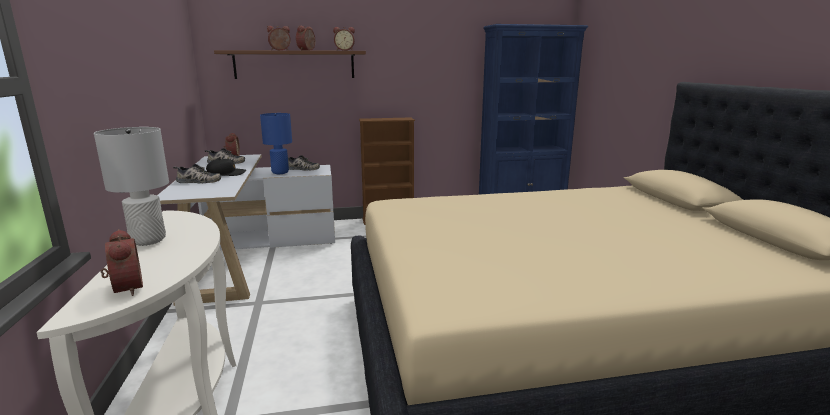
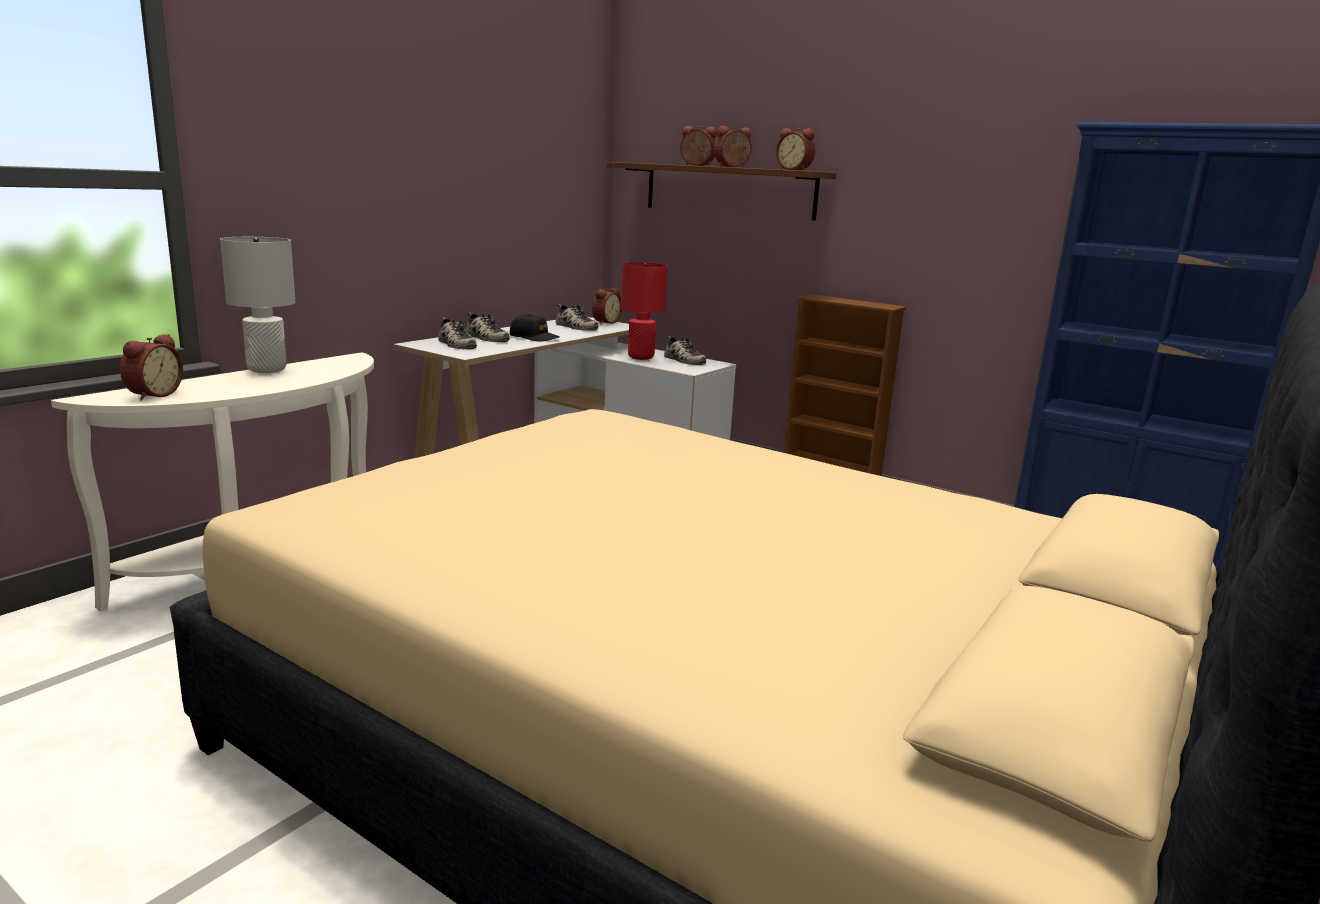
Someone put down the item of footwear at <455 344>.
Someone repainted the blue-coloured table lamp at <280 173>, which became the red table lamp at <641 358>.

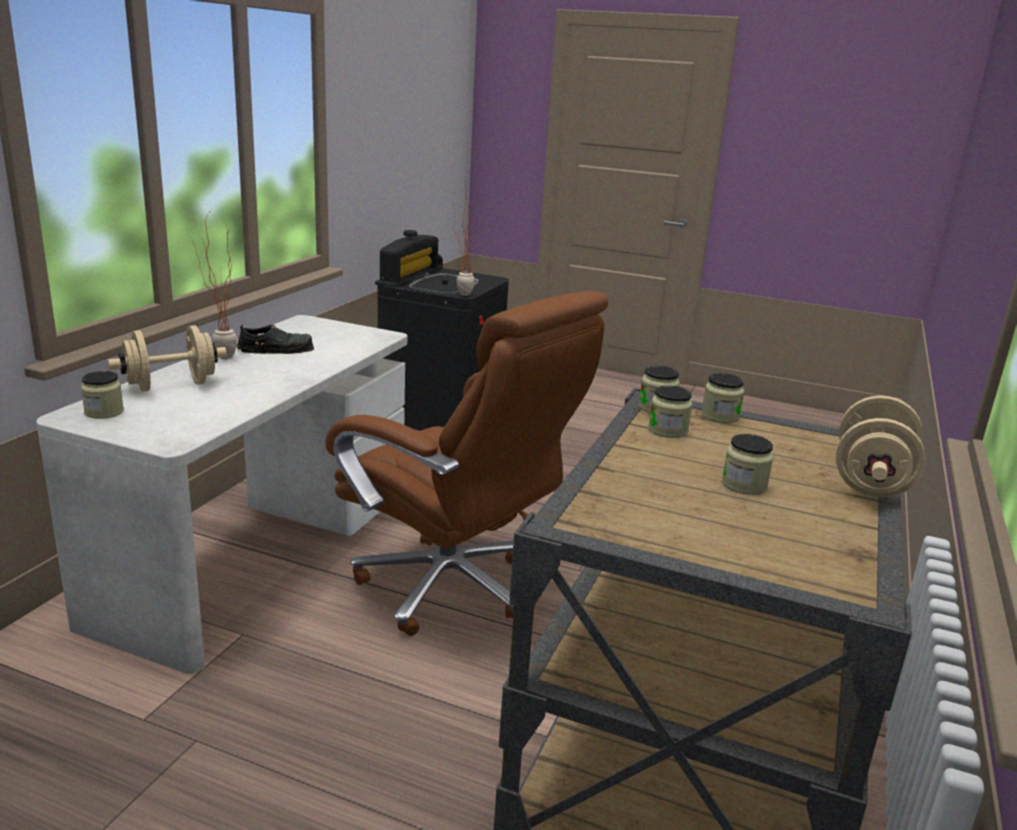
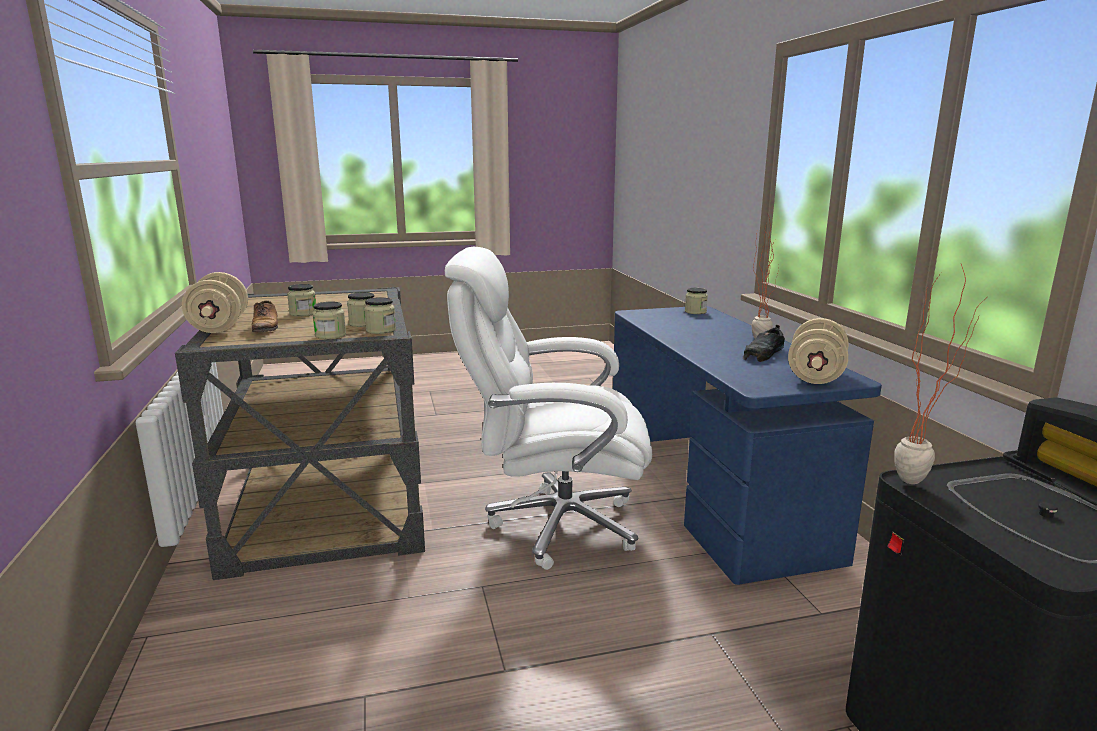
Someone put down the item of footwear at <266 328>.
Someone carried the sand-coloured free weight from <171 386> to <815 376>.
Someone repainted the whitish desk unit at <260 550>, which became the blue-coloured desk unit at <712 494>.
Someone repainted the brown-coloured computer chair at <455 590>, which became the whitish computer chair at <555 526>.

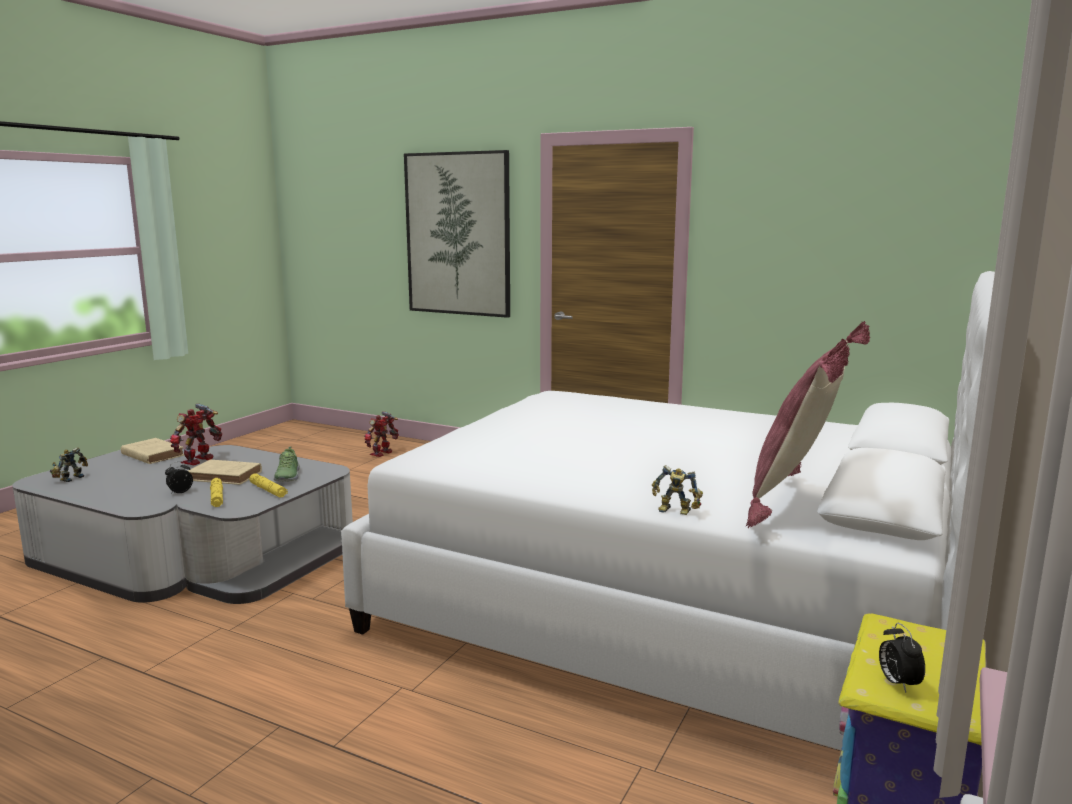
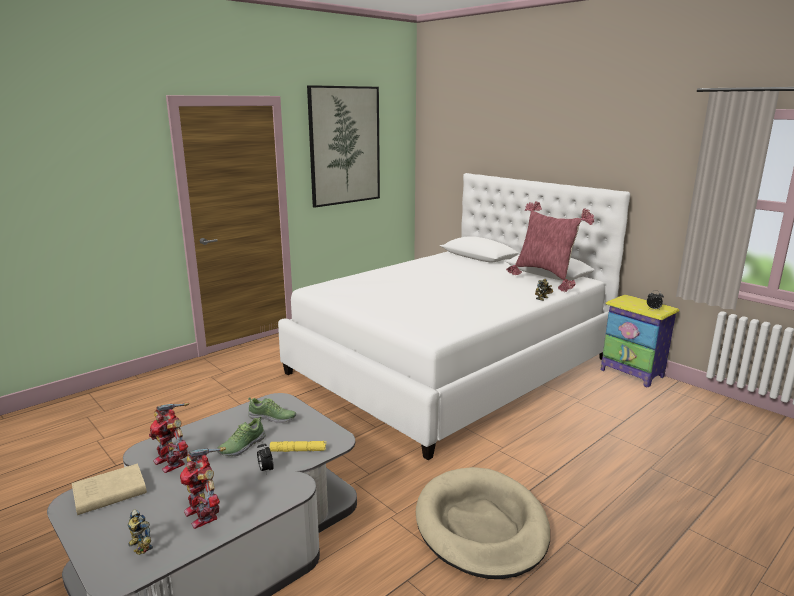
Someone took away the yellowish flashlight at <268 490>.
Someone put down the sand-coloured pet bed at <481 526>.
Someone carried the model robot from <382 453> to <203 514>.
Someone carried the picture from <458 234> to <345 146>.
Someone swapped the sand-coloured book at <227 476> for the item of footwear at <241 446>.

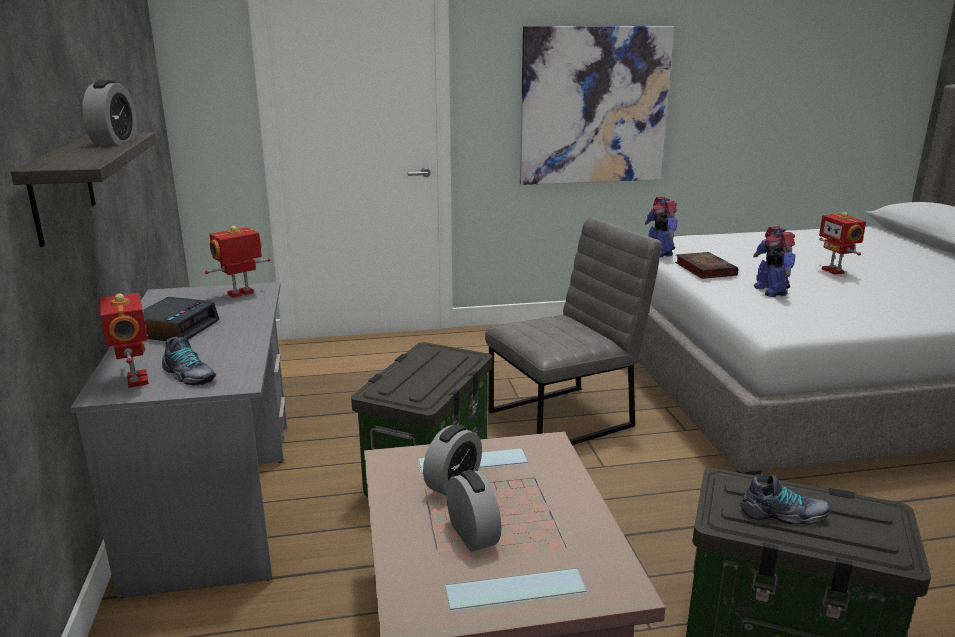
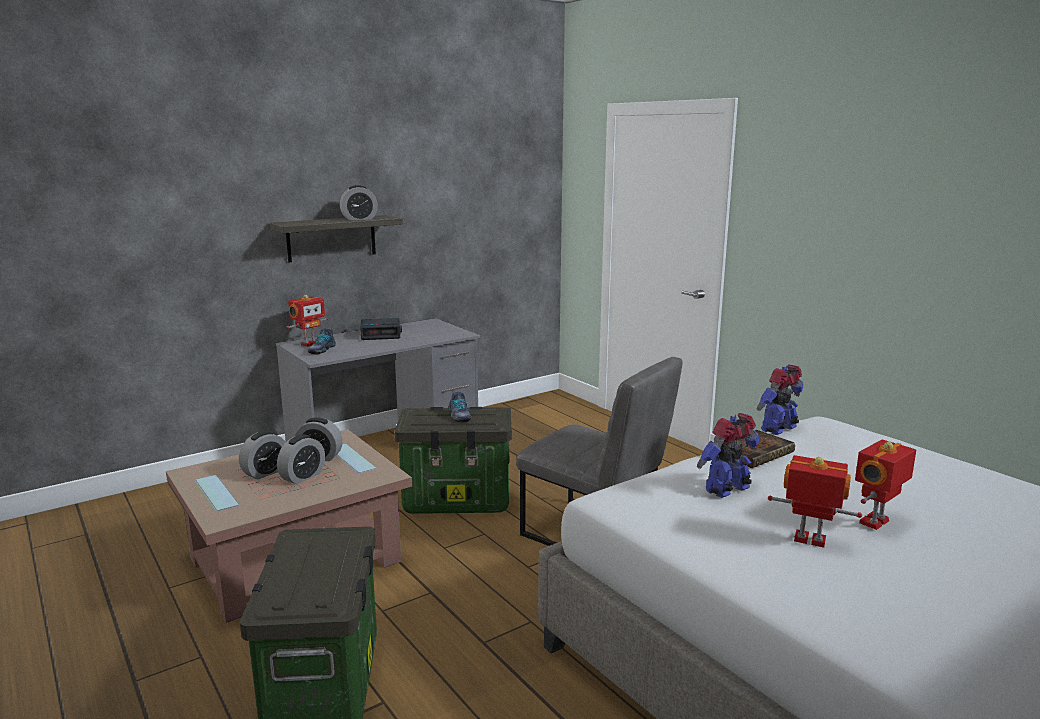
Someone took away the picture at <594 106>.
Someone put down the bedside clock at <302 477>.
Someone carried the model robot from <241 294> to <809 541>.
Someone carried the item of footwear from <784 515> to <459 416>.

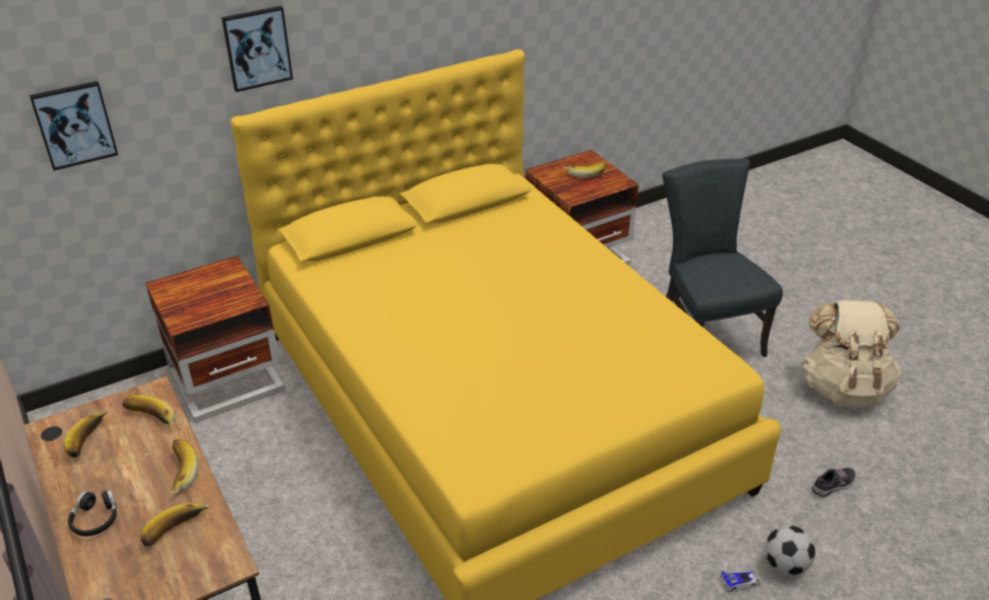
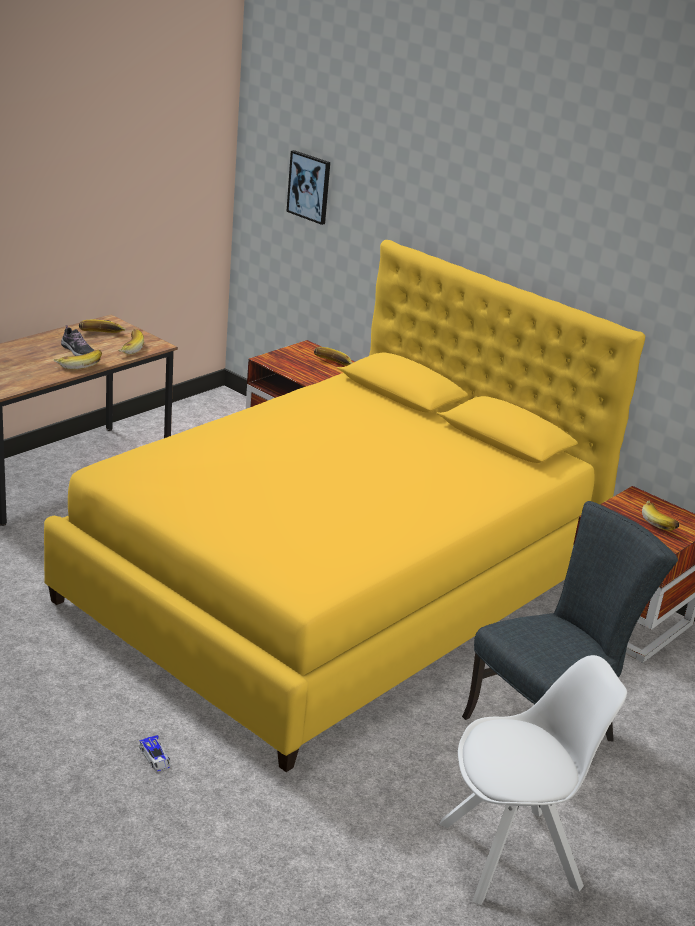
Someone took away the blackish headphones at <95 519>.
Someone took away the picture at <257 48>.
Someone took away the ball for football at <784 565>.
Someone carried the banana fruit from <177 532> to <332 364>.
Someone carried the item of footwear from <833 485> to <77 351>.
Someone swapped the sand-coloured rucksack at <843 387> for the whitish chair at <512 855>.

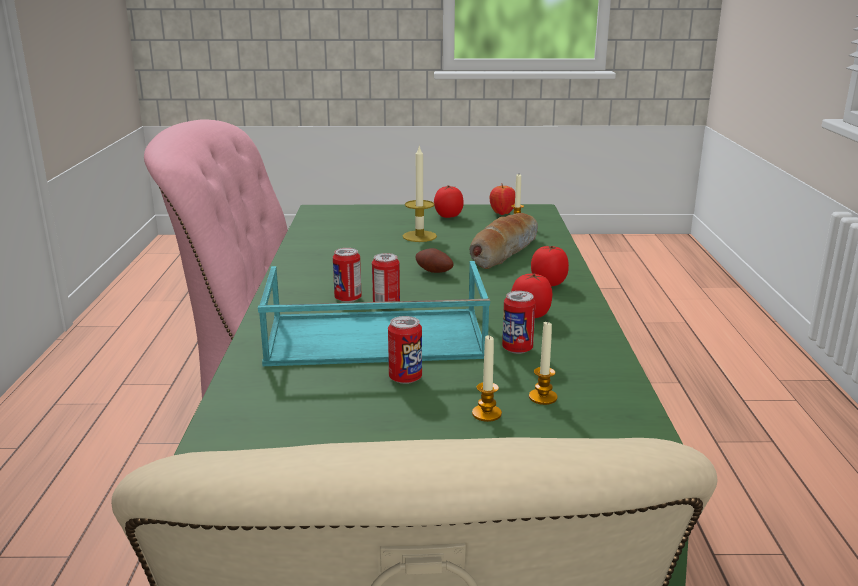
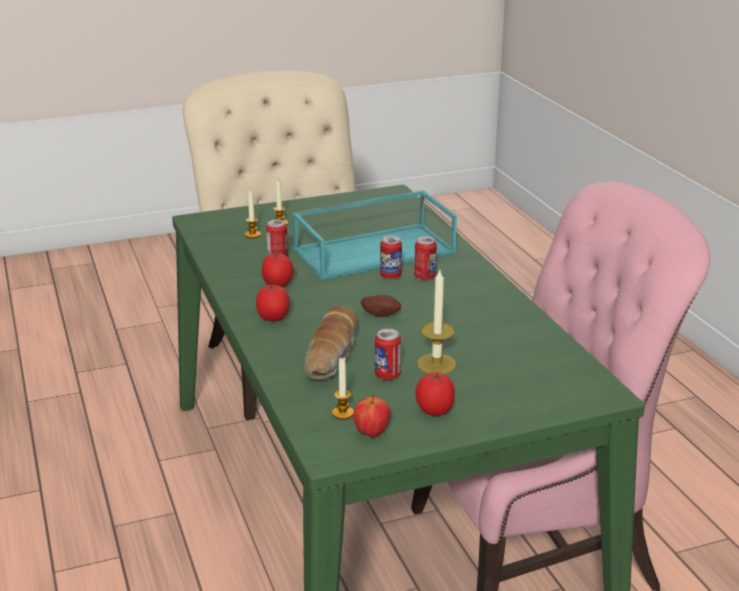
Someone carried the can from <405 378> to <387 375>.

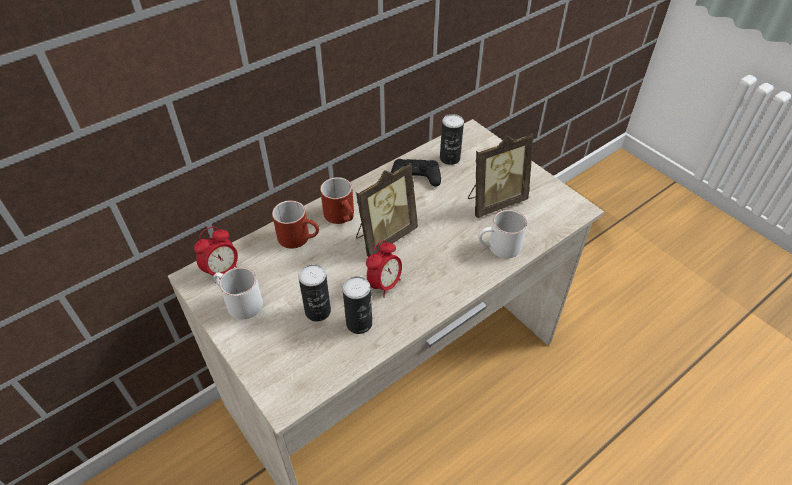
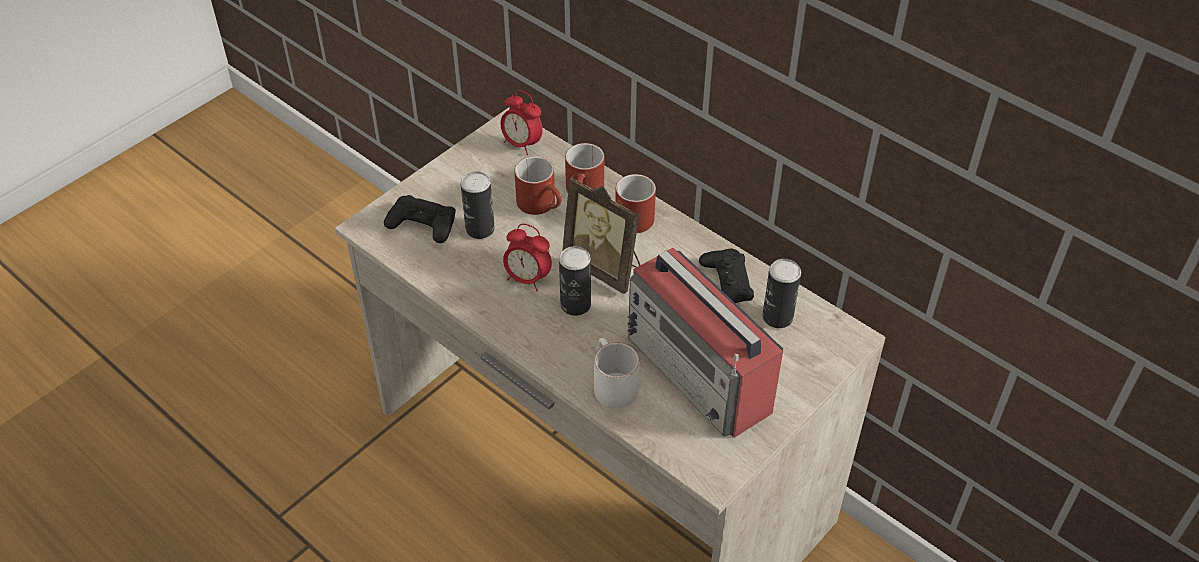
Someone took away the whitish mug at <238 303>.
Someone put down the blackish game controller at <422 224>.
Someone put down the red mug at <542 204>.
Someone carried the can from <359 323> to <575 304>.
Someone swapped the picture frame at <494 201> for the radio set at <700 374>.

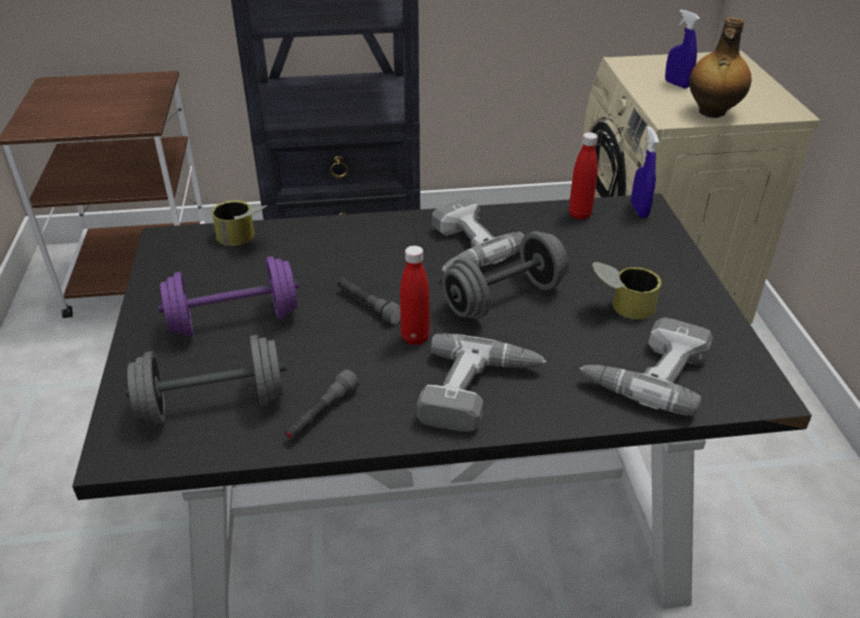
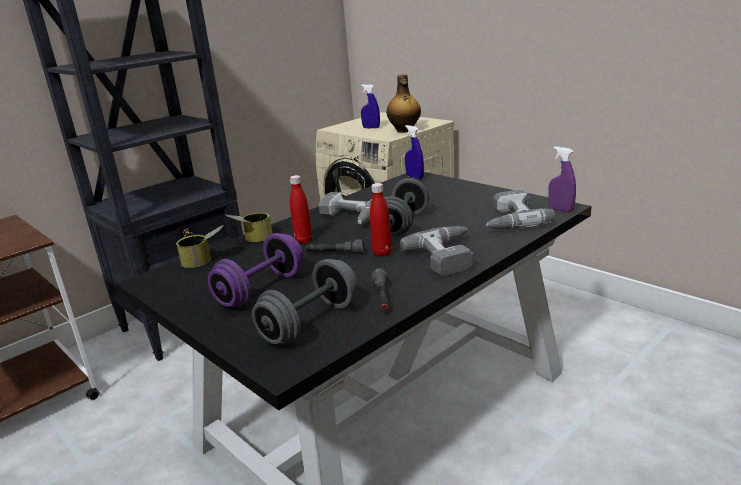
Someone put down the purple spray bottle at <561 209>.
Someone carried the red bottle from <579 214> to <303 241>.
Someone carried the can from <620 307> to <251 239>.

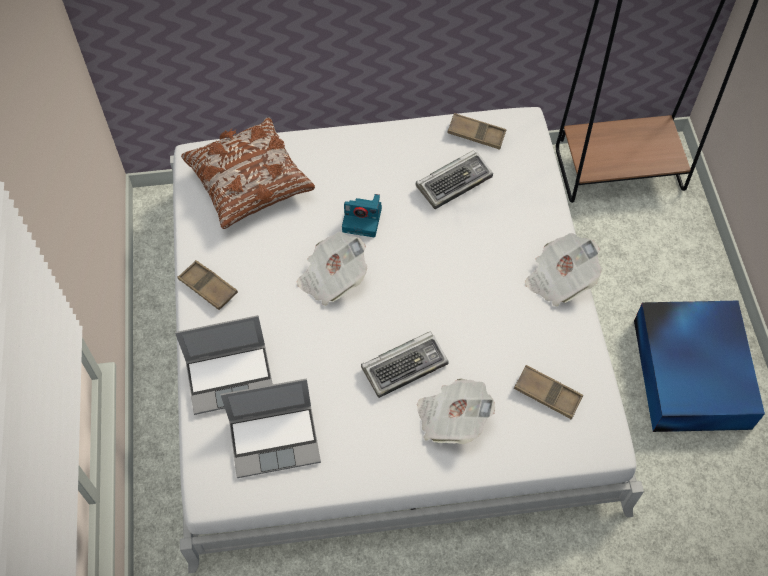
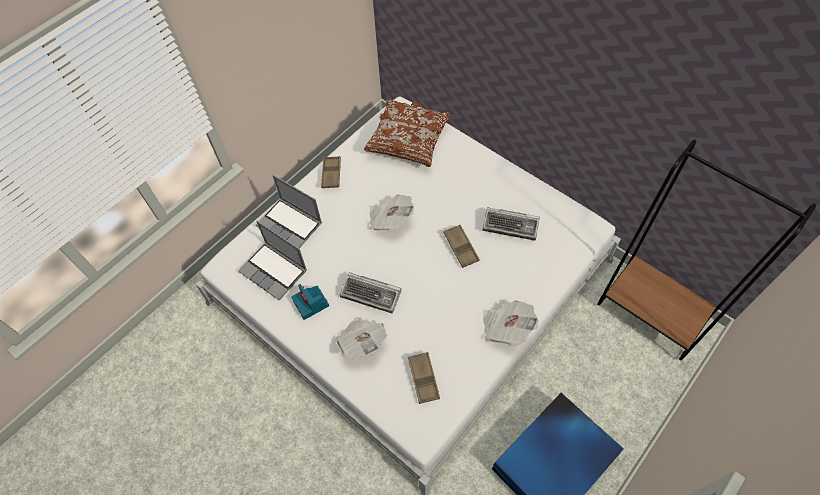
Someone carried the still camera from <363 219> to <311 303>.
Someone carried the brown-coloured carrying tray from <476 134> to <461 247>.

